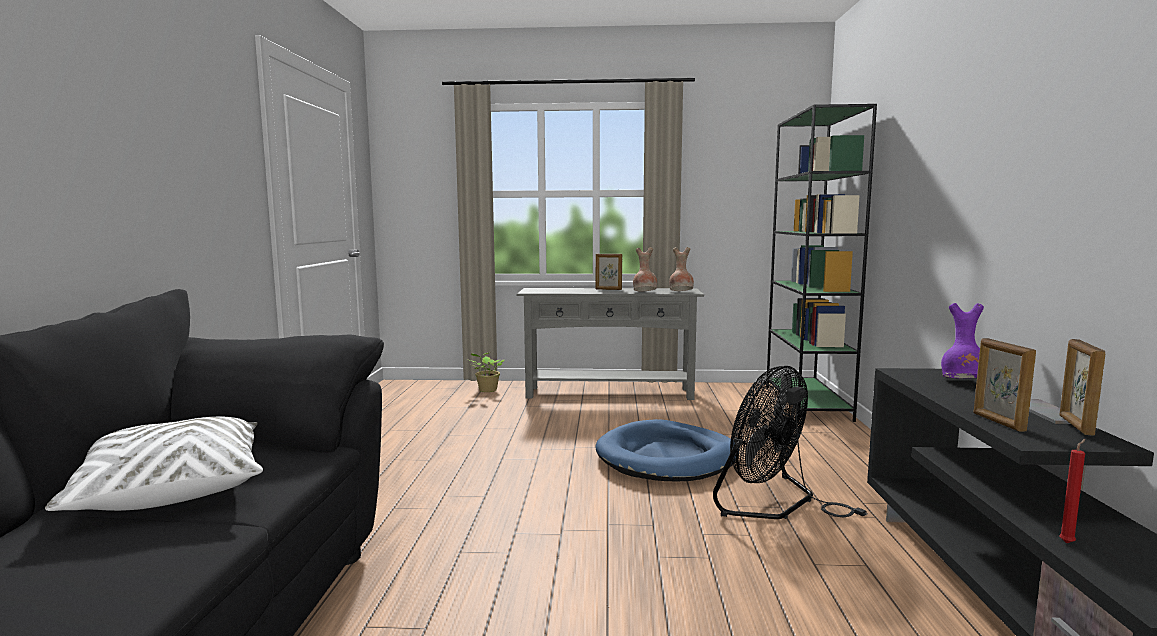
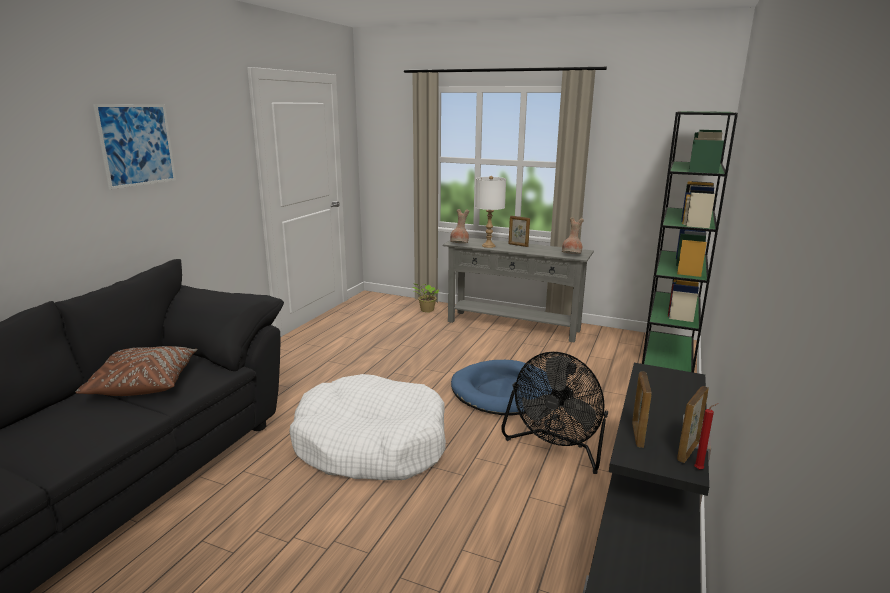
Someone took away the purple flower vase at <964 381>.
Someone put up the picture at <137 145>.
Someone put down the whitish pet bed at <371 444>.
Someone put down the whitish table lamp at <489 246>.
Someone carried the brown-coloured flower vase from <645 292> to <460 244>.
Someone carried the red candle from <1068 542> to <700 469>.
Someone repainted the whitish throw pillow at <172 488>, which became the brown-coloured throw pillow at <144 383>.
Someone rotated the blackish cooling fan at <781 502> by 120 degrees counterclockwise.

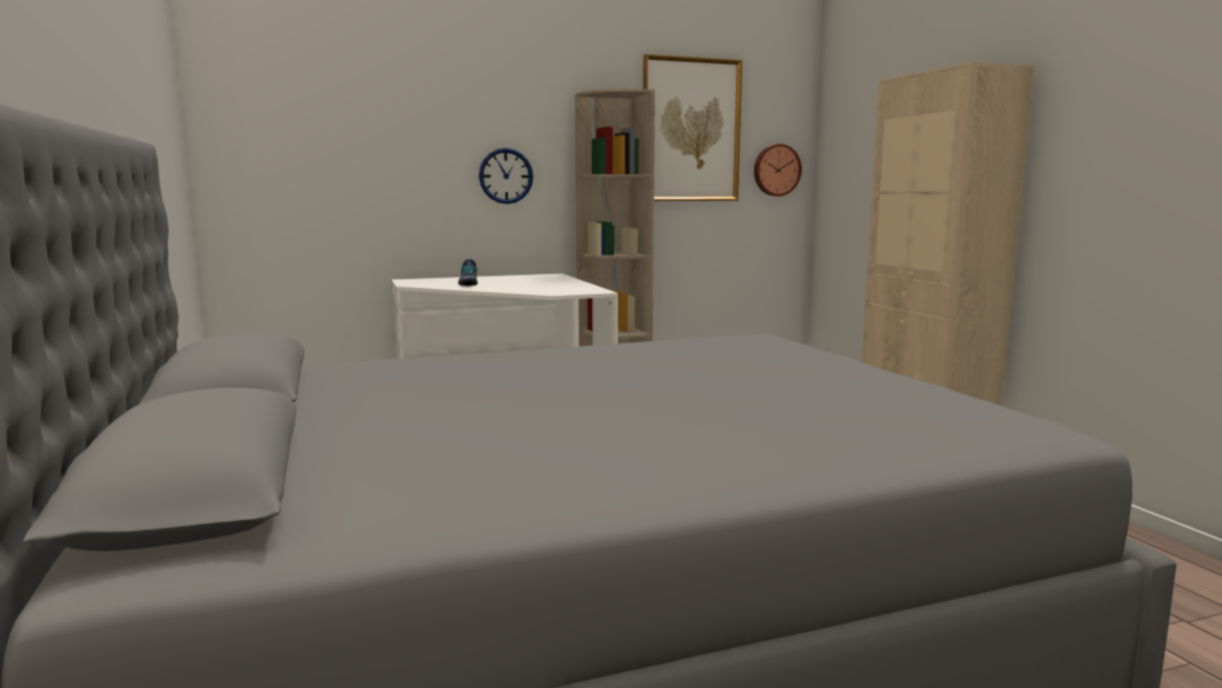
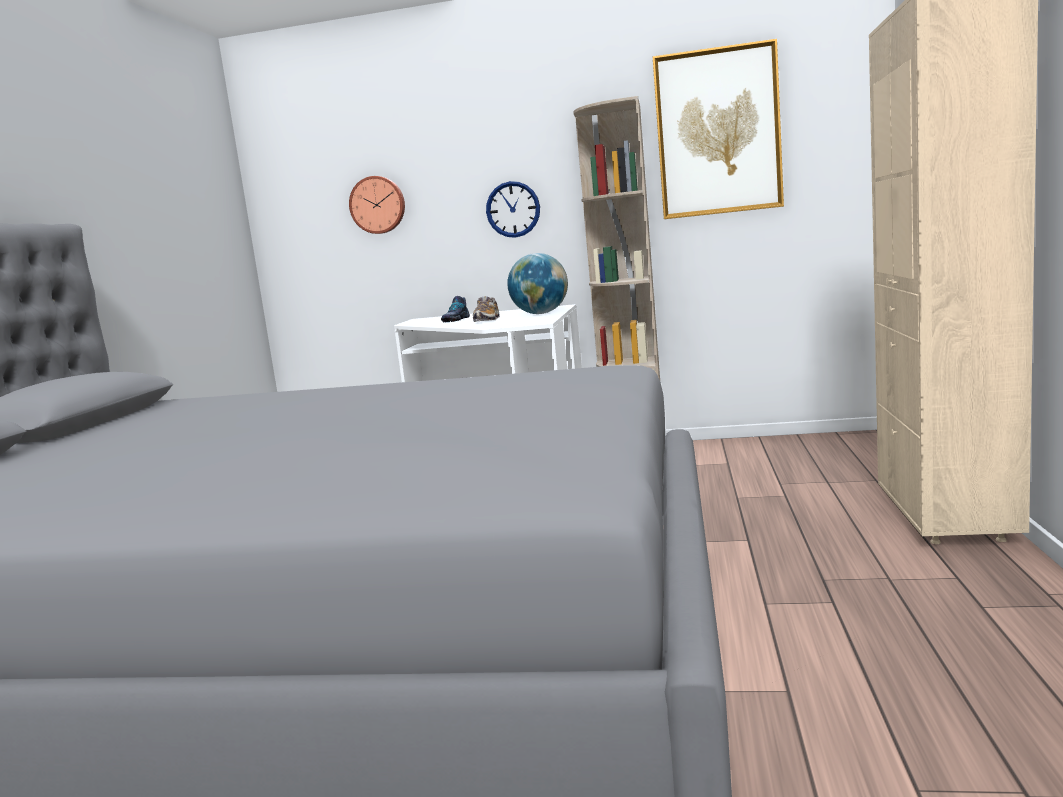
Someone put down the item of footwear at <487 320>.
Someone put down the world globe at <540 313>.
Someone carried the hanging clock from <776 170> to <378 205>.

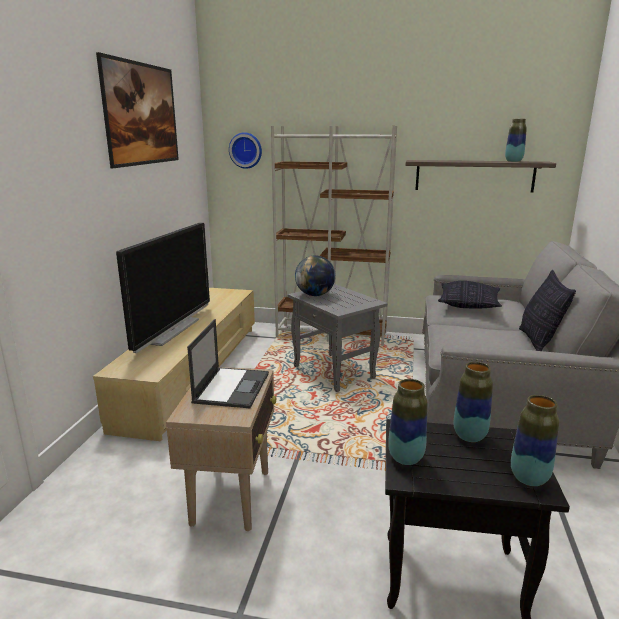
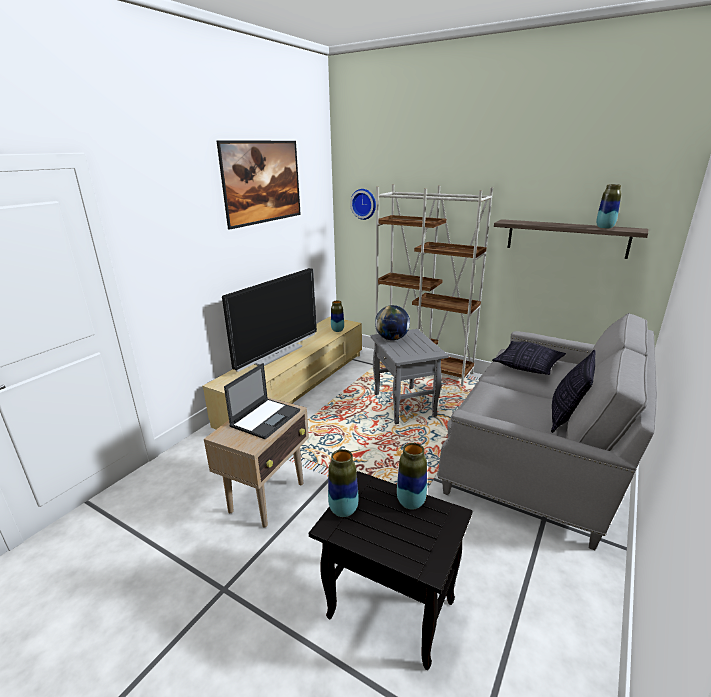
Someone carried the flower vase from <529 478> to <337 330>.

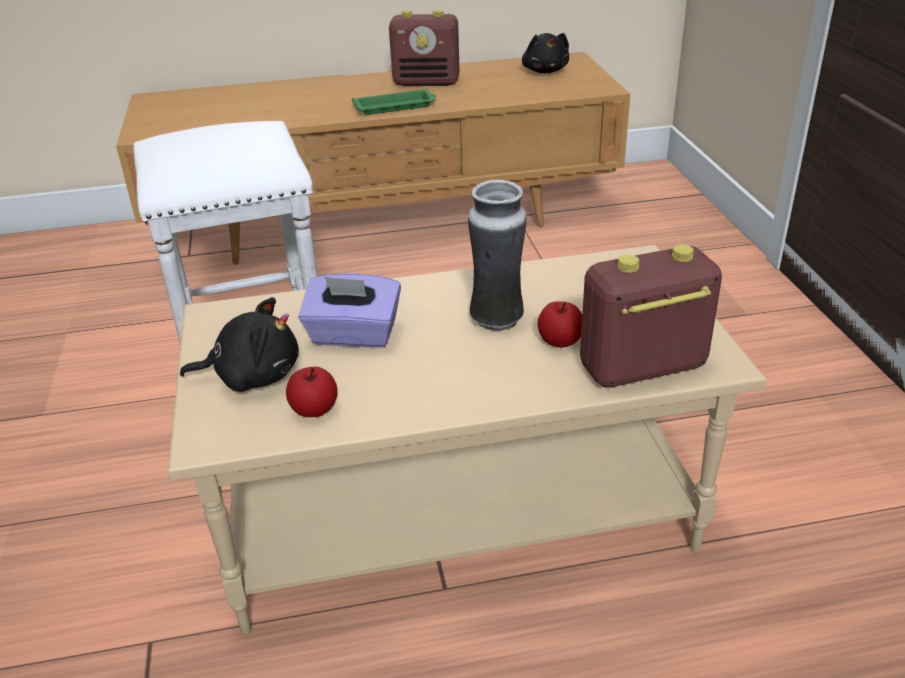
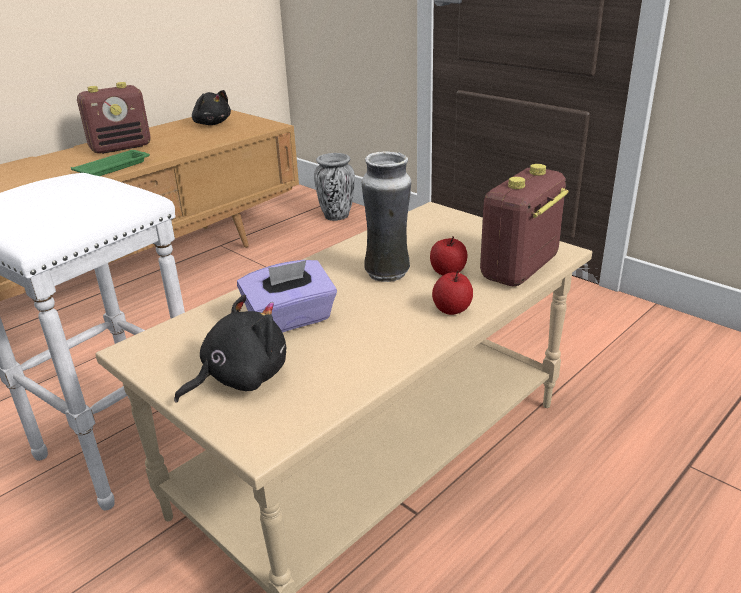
Someone put down the flower vase at <336 216>.
Someone carried the apple from <314 410> to <452 309>.

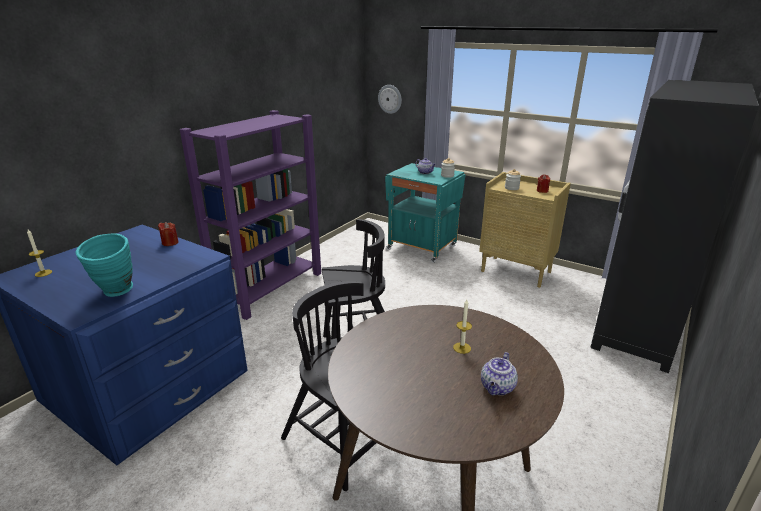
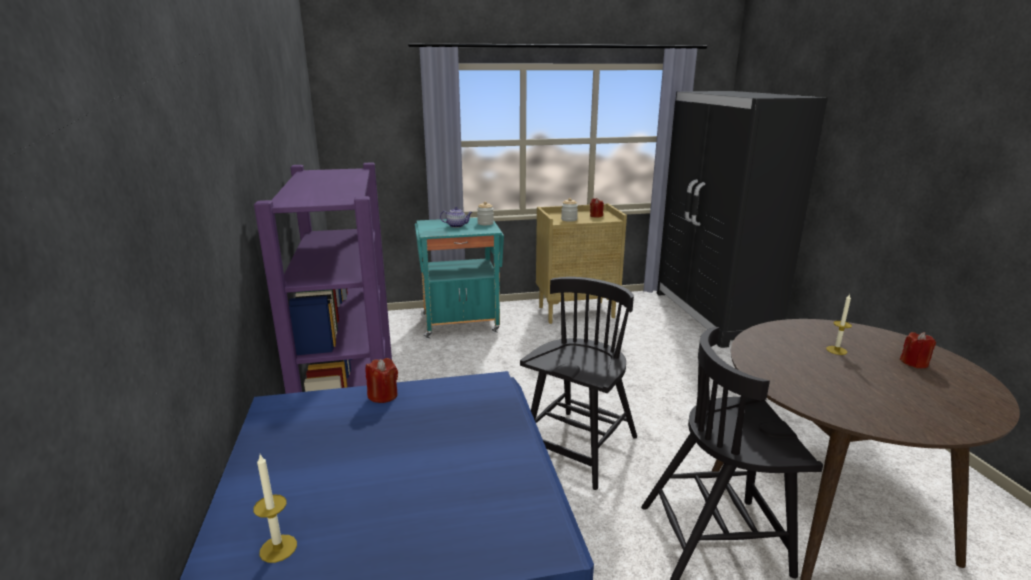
Someone took away the turquoise flower vase at <116 293>.
Someone took away the hanging clock at <390 99>.
Someone swapped the tea pot at <497 388> for the red candle at <914 363>.

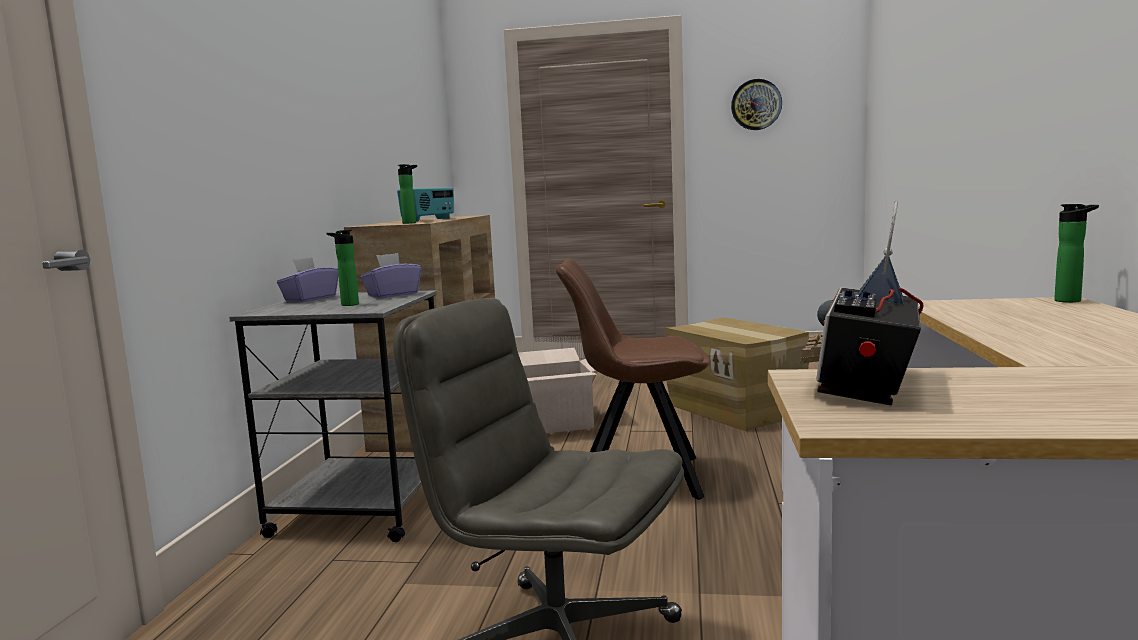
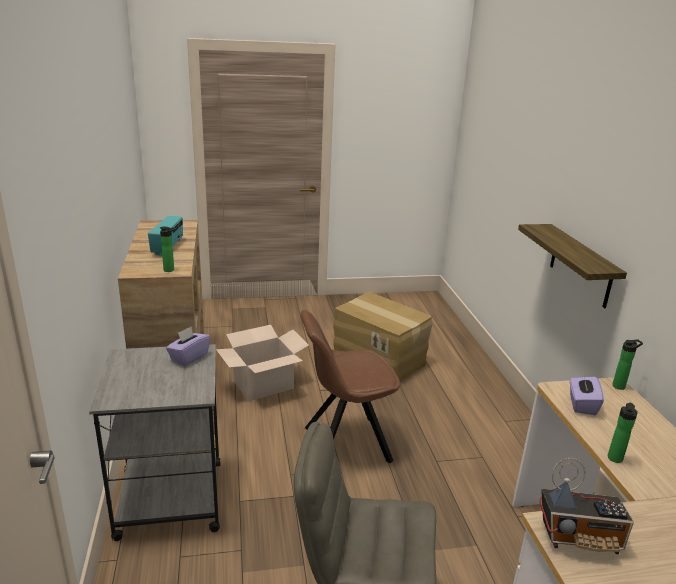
Someone took away the hanging clock at <756 104>.
Someone put up the bracket shelf at <580 265>.
Someone carried the purple box of tissues from <310 299> to <581 404>.
Someone carried the bottle from <347 305> to <615 459>.
Someone rotated the radio set at <865 387> by 90 degrees counterclockwise.

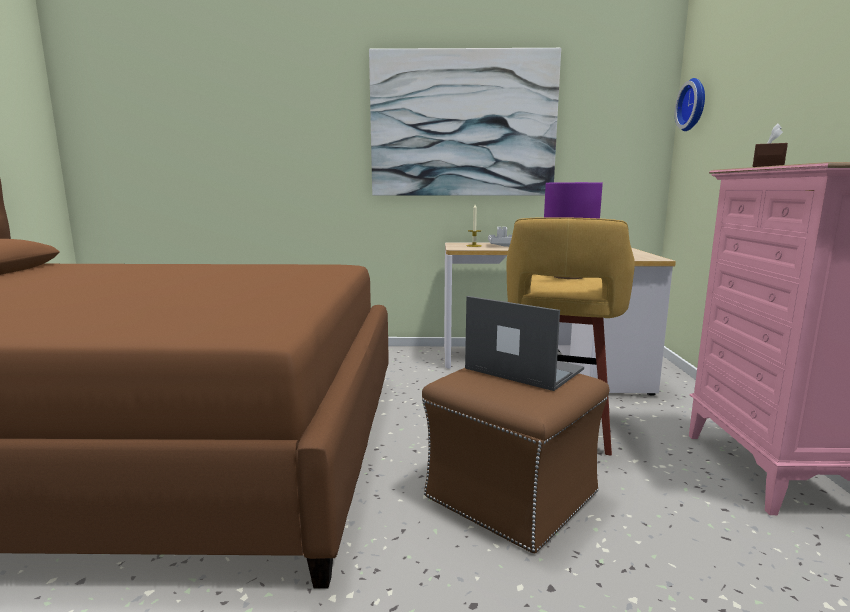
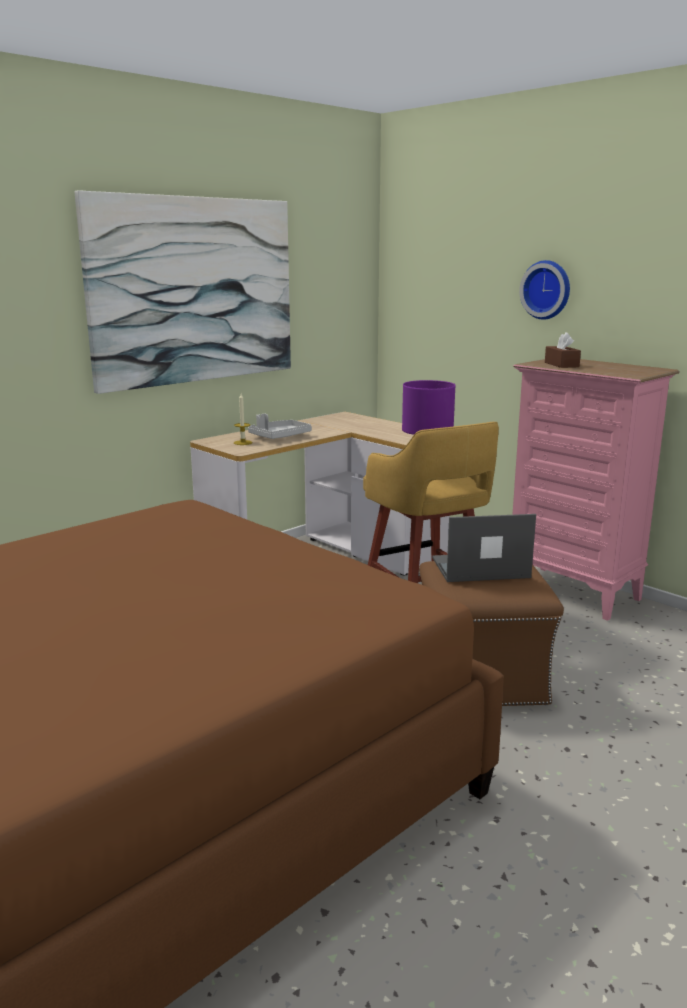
Someone carried the hanging clock from <694 105> to <547 290>.

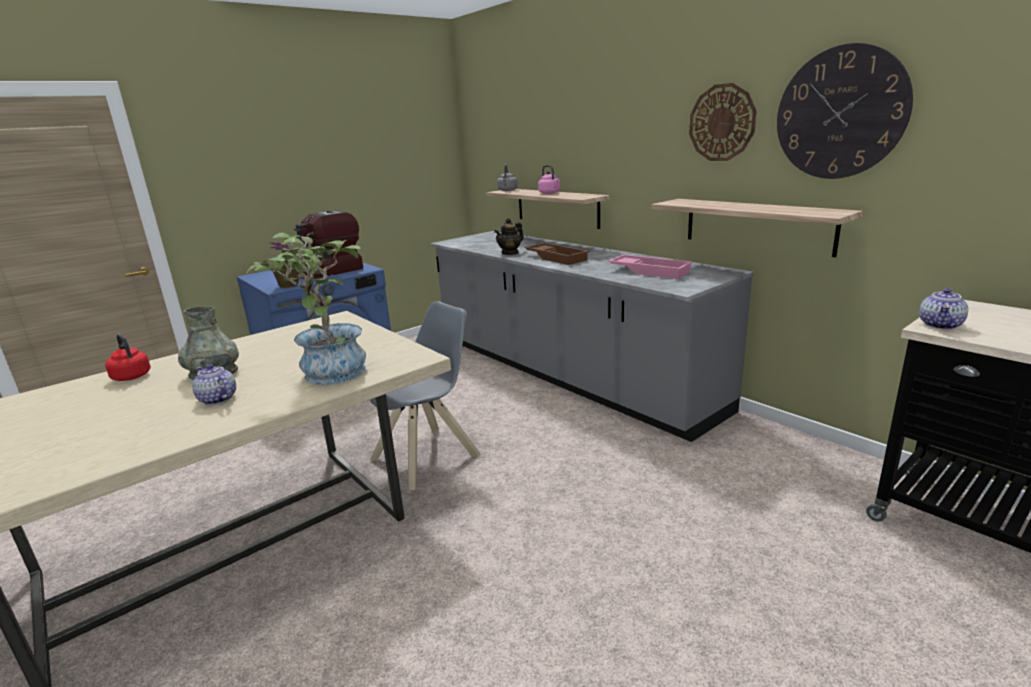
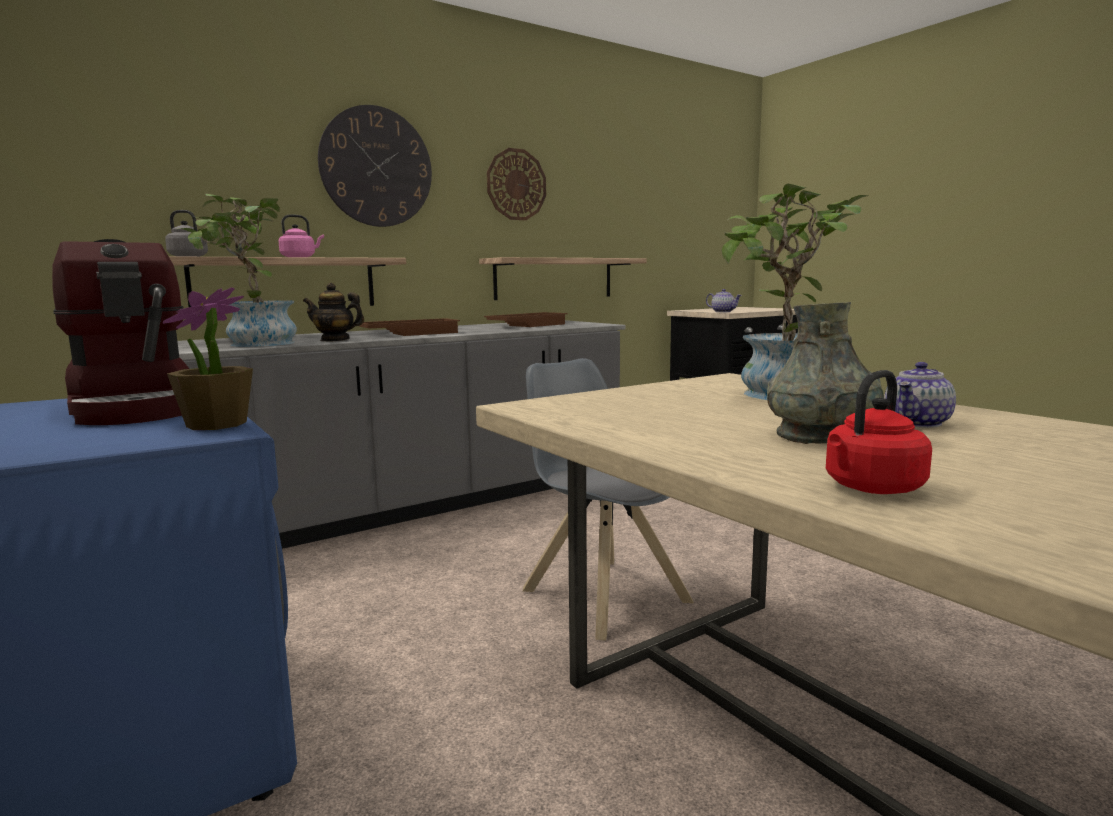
Someone put down the houseplant at <251 344>.
Someone carried the hanging clock from <840 113> to <376 167>.
Someone repainted the pink carrying tray at <650 271>, which became the brown-coloured carrying tray at <526 325>.
Someone rotated the tea pot at <510 253> by 135 degrees clockwise.

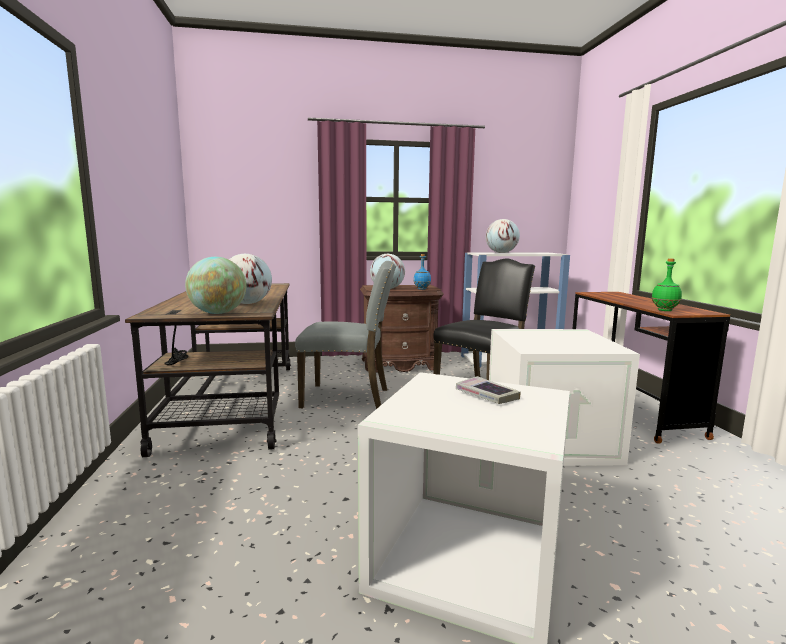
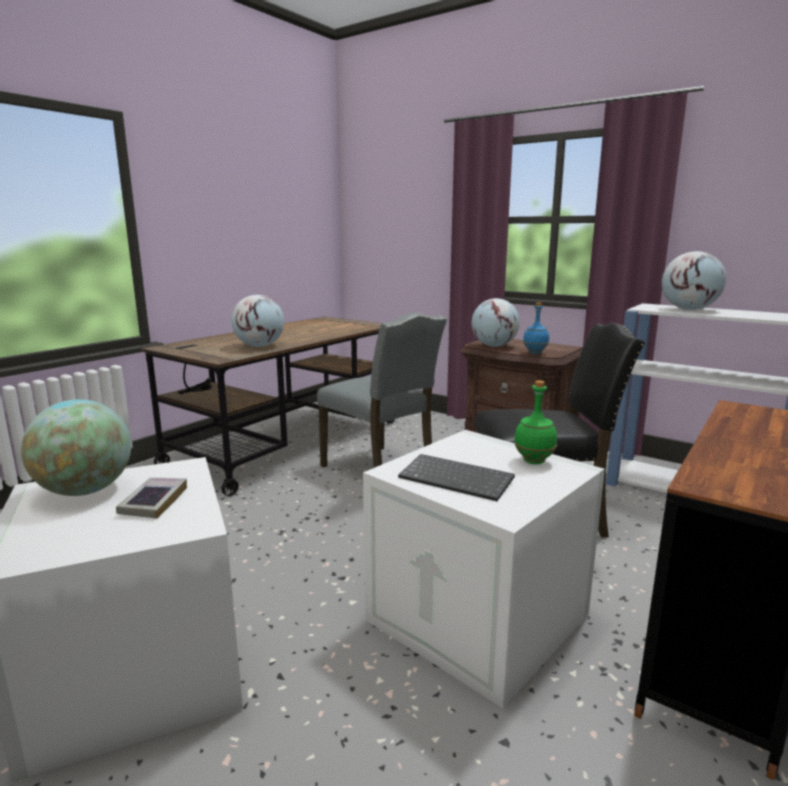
Someone put down the PC keyboard at <458 479>.
Someone carried the world globe from <218 313> to <85 491>.
Someone carried the greenish bottle from <664 310> to <534 461>.

